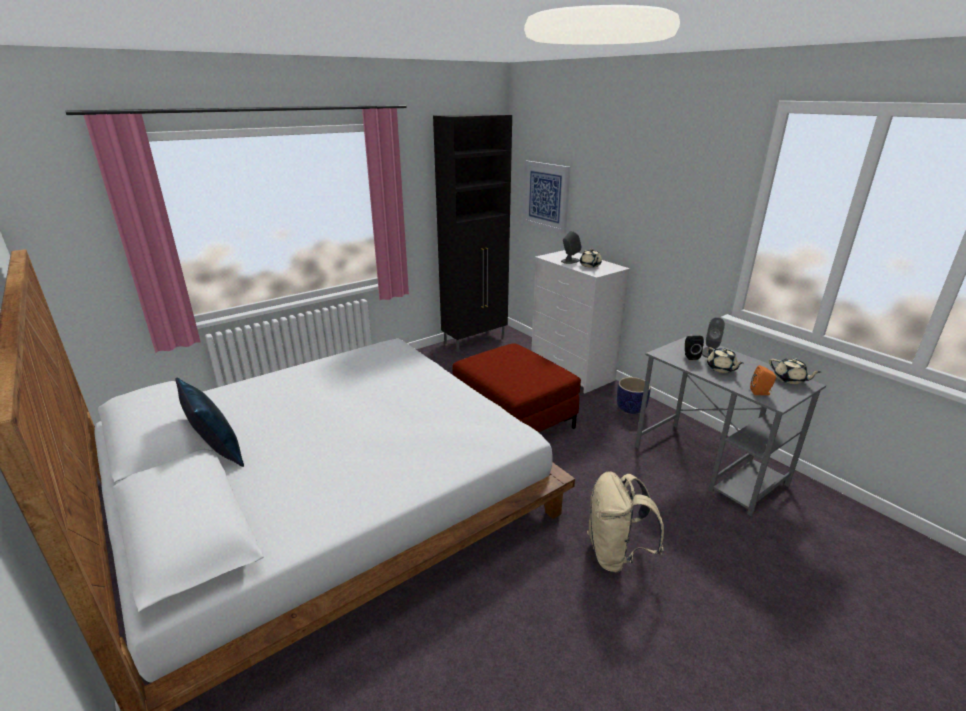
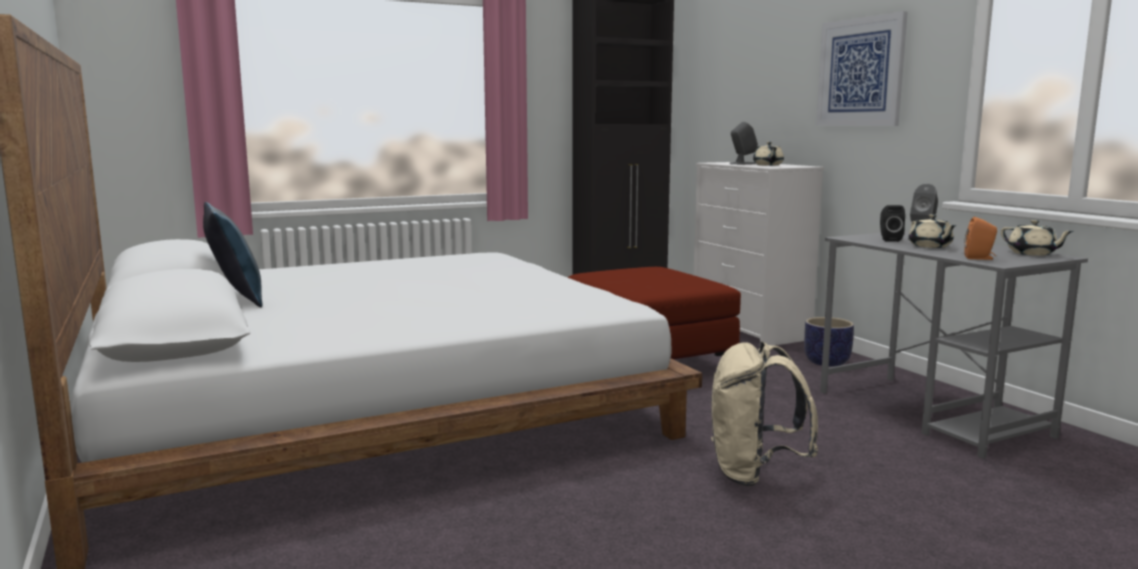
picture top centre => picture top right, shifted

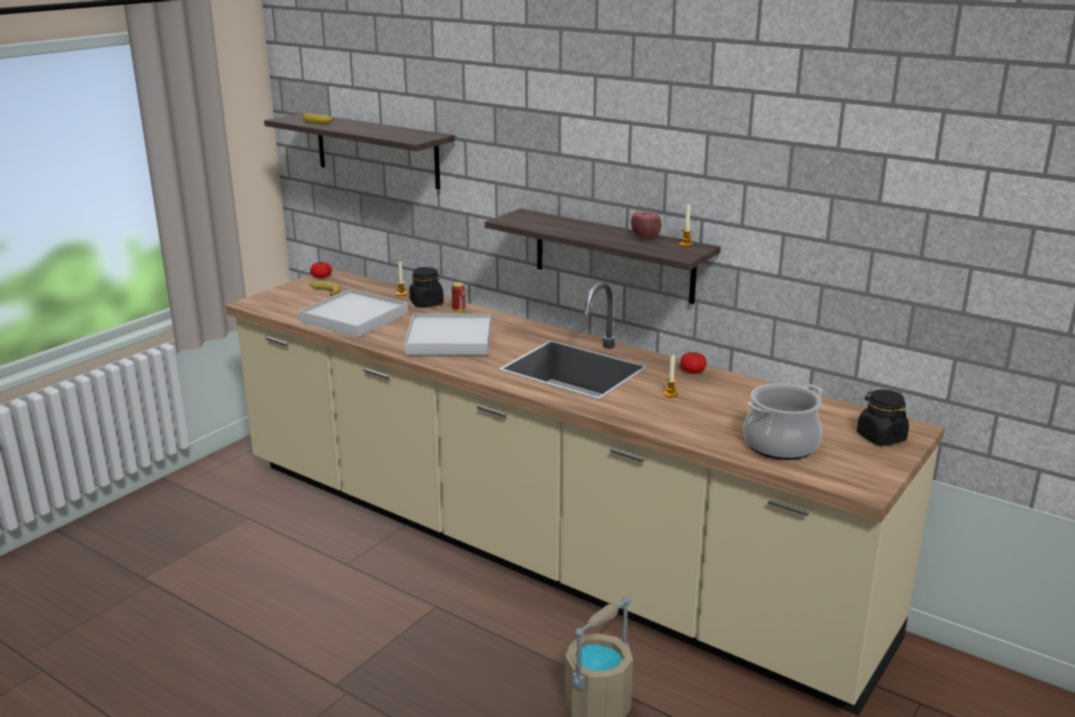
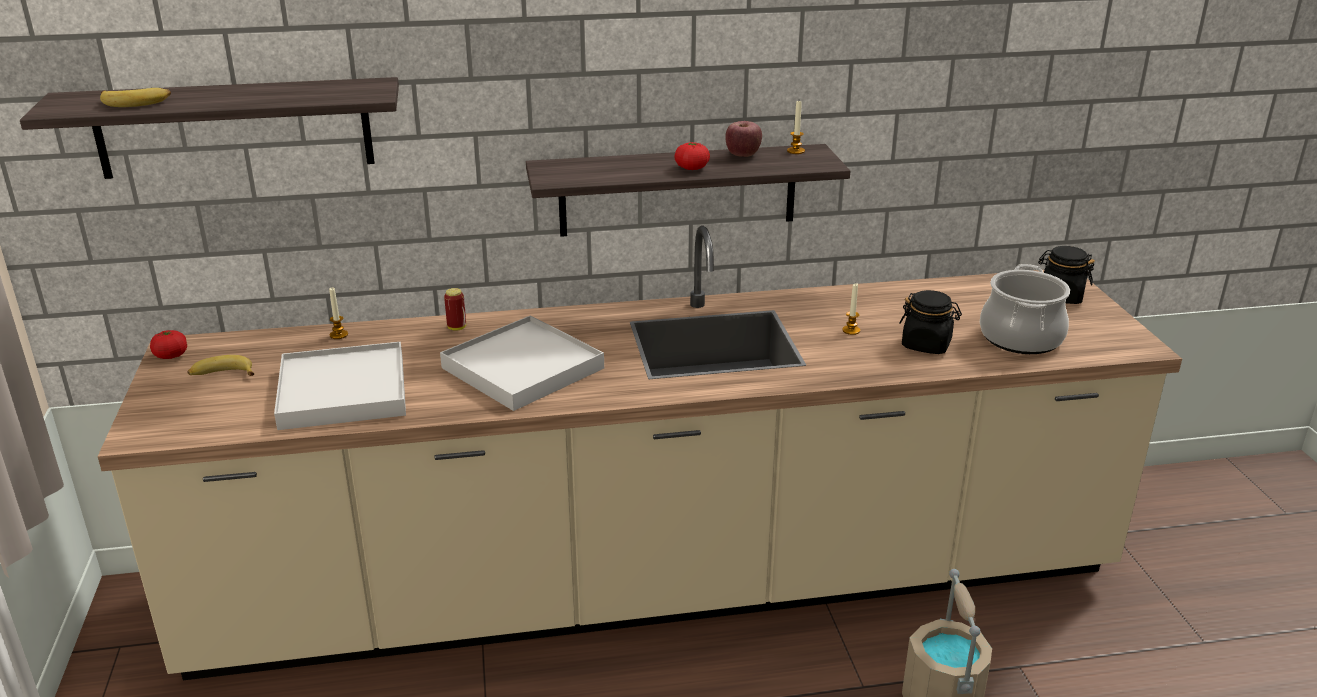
jar (black) (no. 1 from left) centre => jar (black) (no. 1 from left) middle right, shifted
tomato (no. 2 from left) centre => tomato (no. 2 from left) top centre, shifted

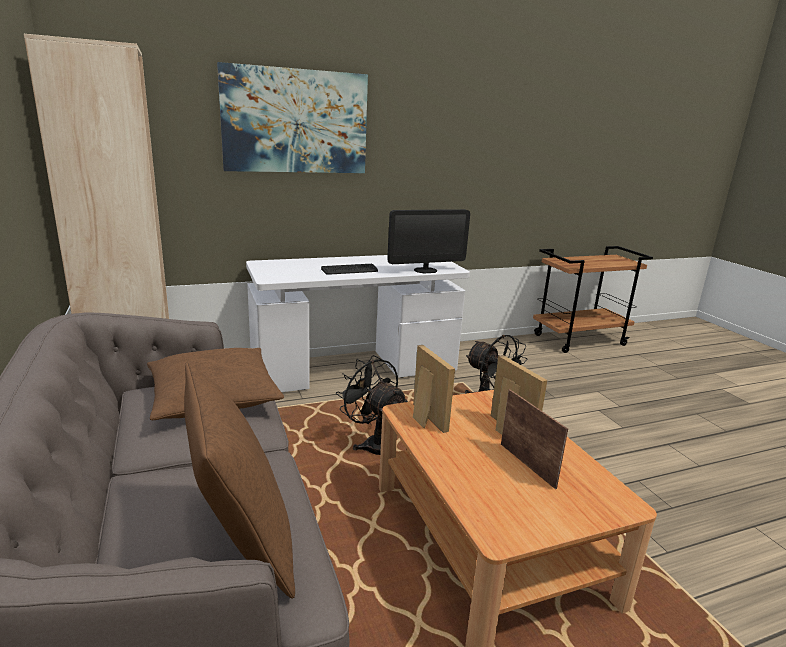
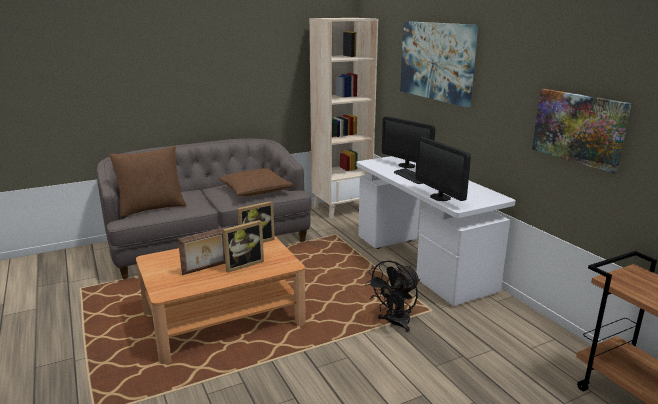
fan (black) (no. 1 from left) centre => nothing
nothing => picture (no. 2 from left) top right
nothing => monitor (no. 1 from left) centre

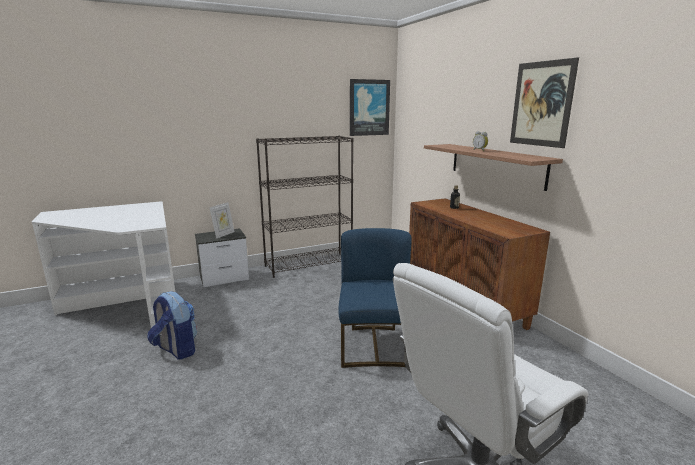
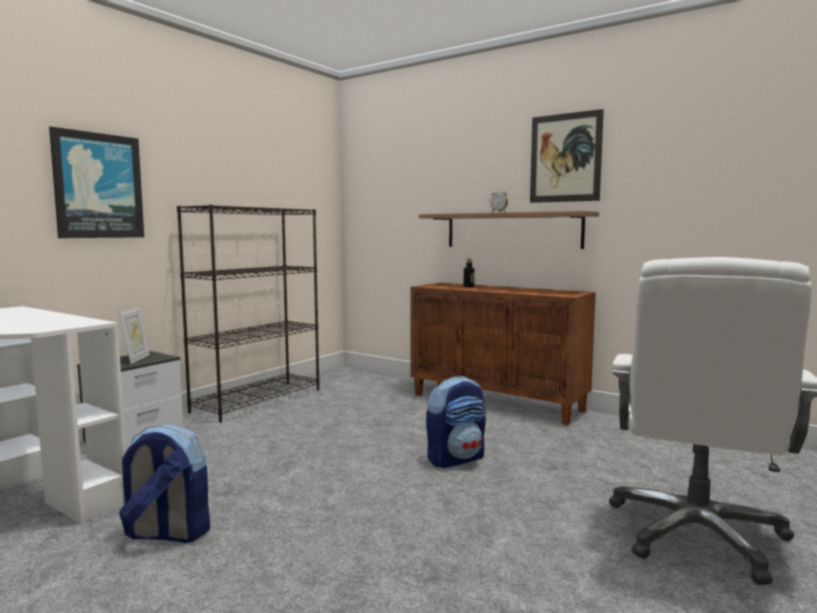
picture (no. 1 from left) top centre => picture (no. 1 from left) top left, shifted
chair (blue) centre => backpack (no. 2 from left) bottom centre

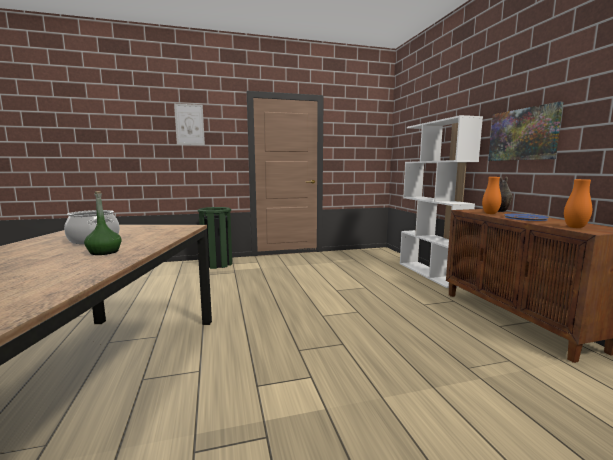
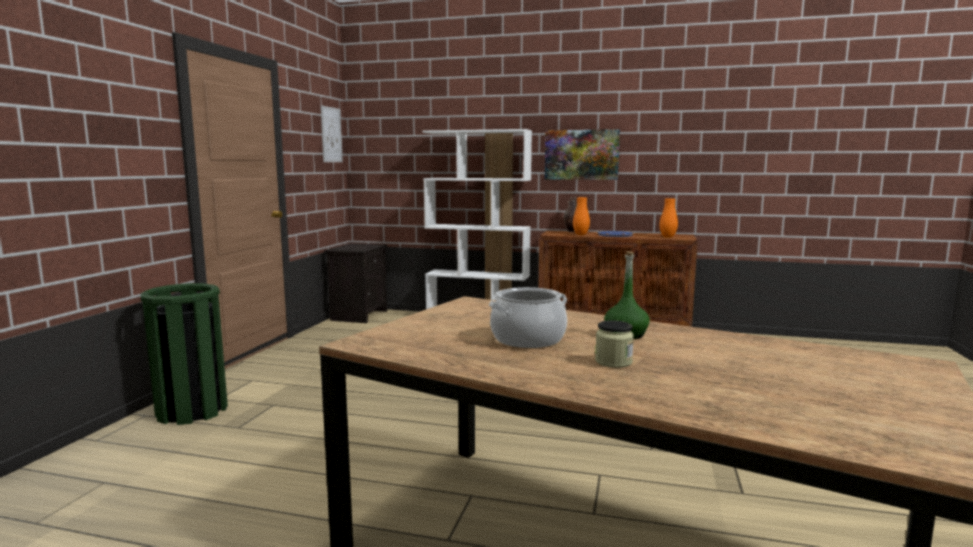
picture (no. 1 from left) top left => picture (no. 1 from left) top centre, shifted
nothing => nightstand (black) centre
nothing => jar centre

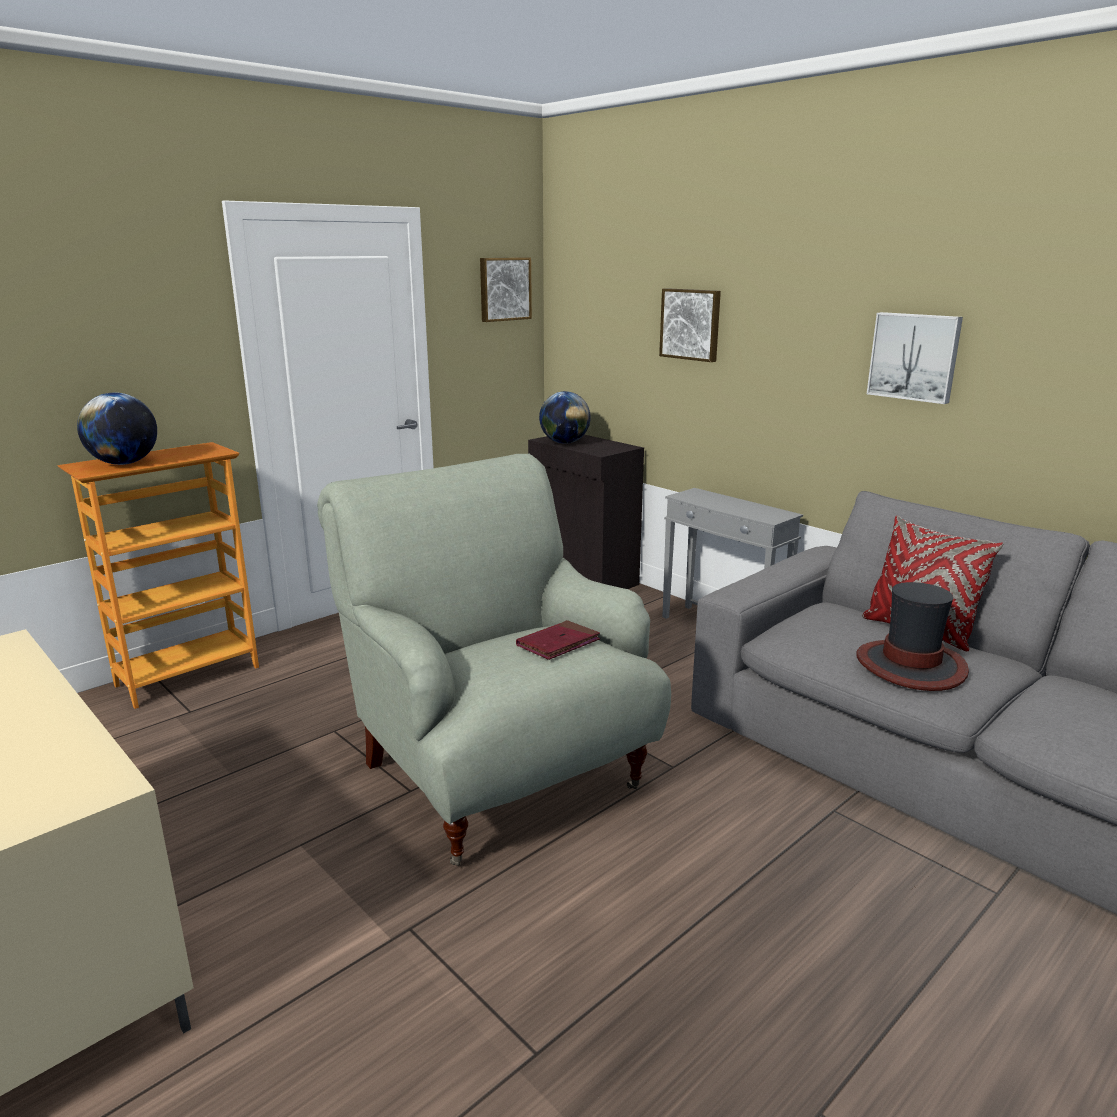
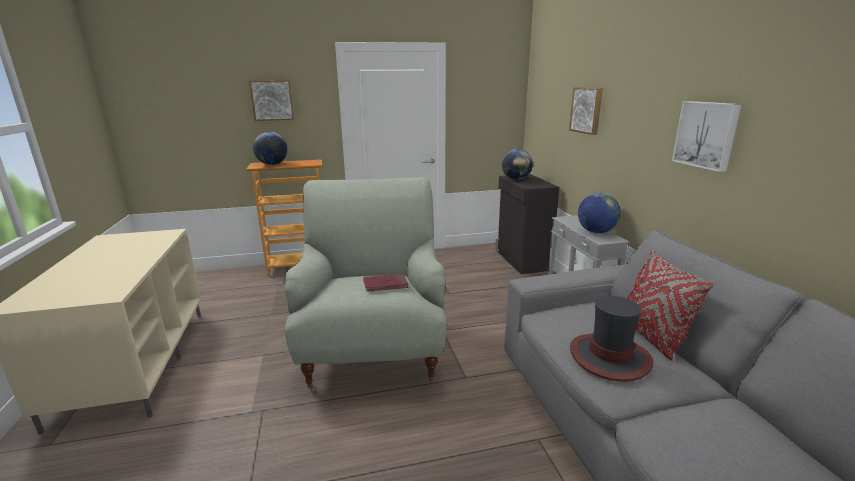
picture (no. 1 from left) top centre => picture (no. 1 from left) top left, shifted
nothing => globe (no. 3 from left) middle right

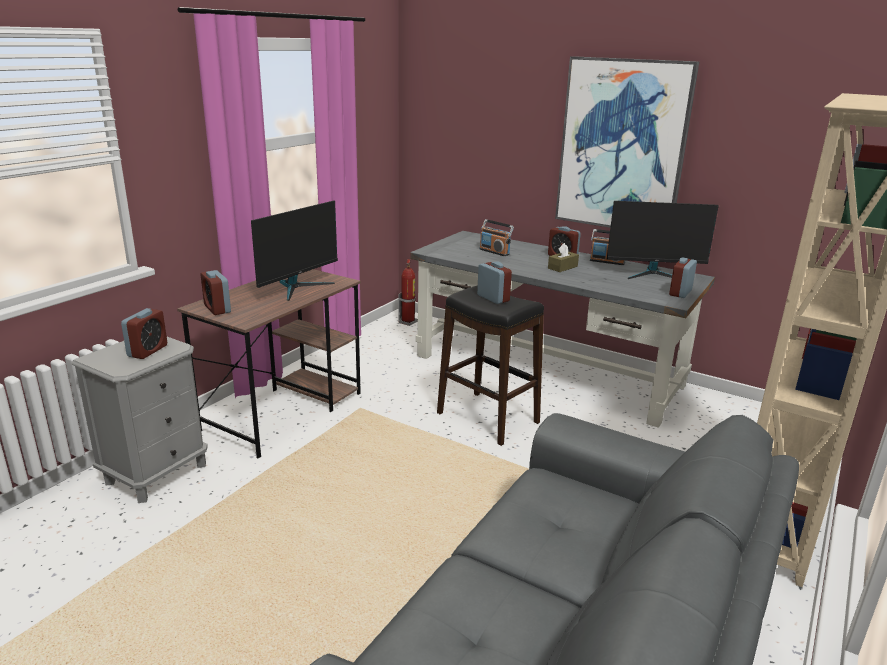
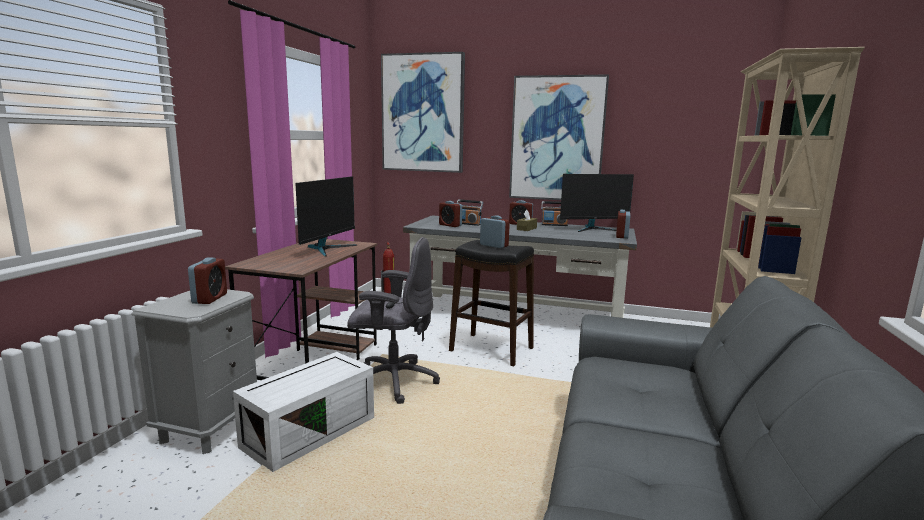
alarm clock (no. 2 from left) middle left => alarm clock (no. 2 from left) centre, shifted
nothing => picture (no. 1 from left) top centre
nothing => office chair (grey) centre
nothing => storage box (white) bottom left

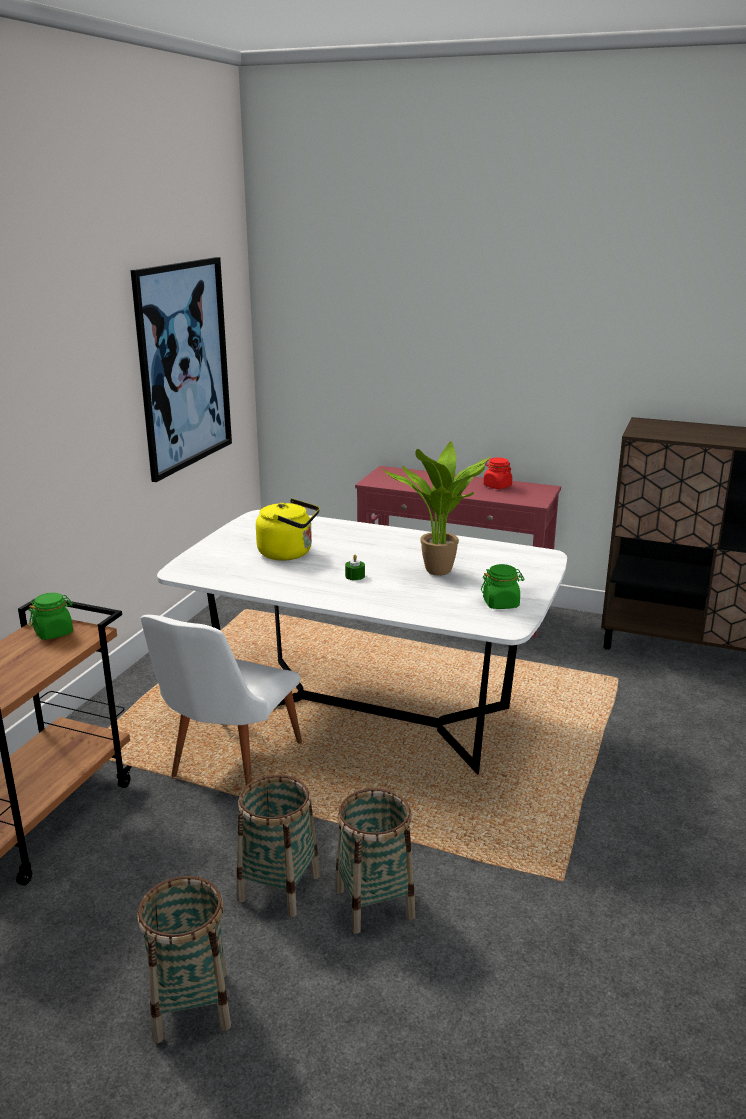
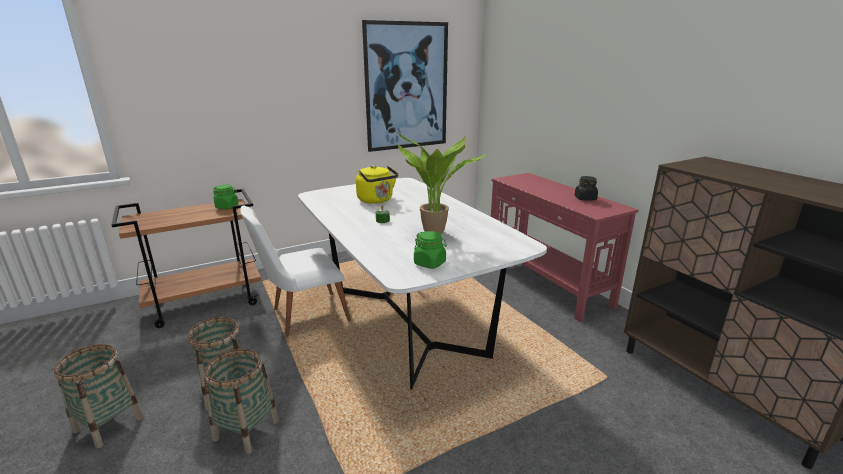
jar (red) centre => jar (black) middle right

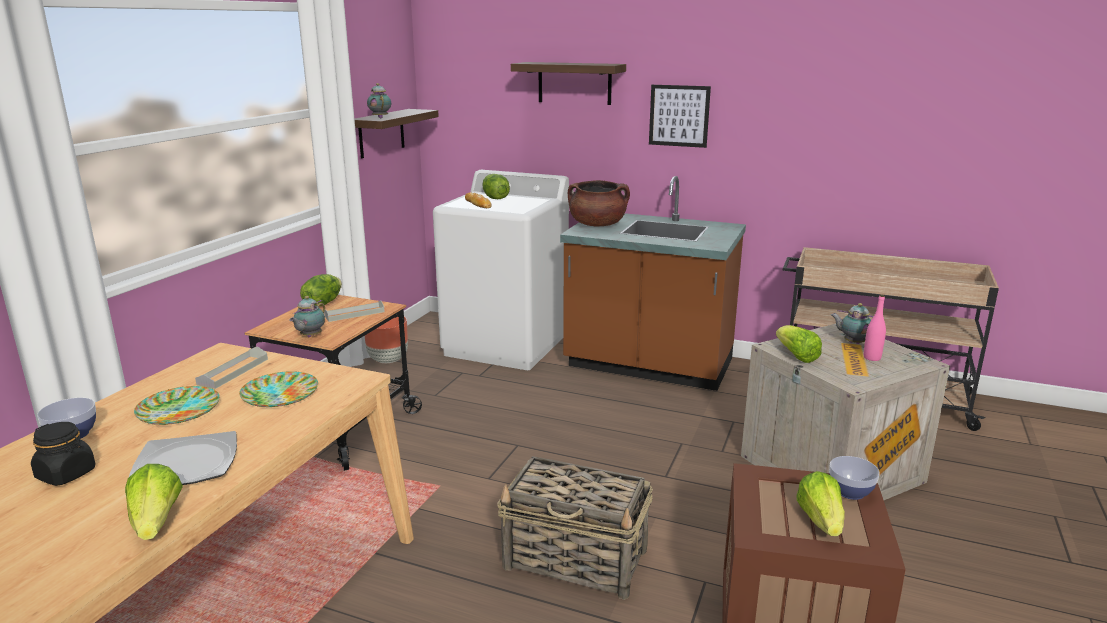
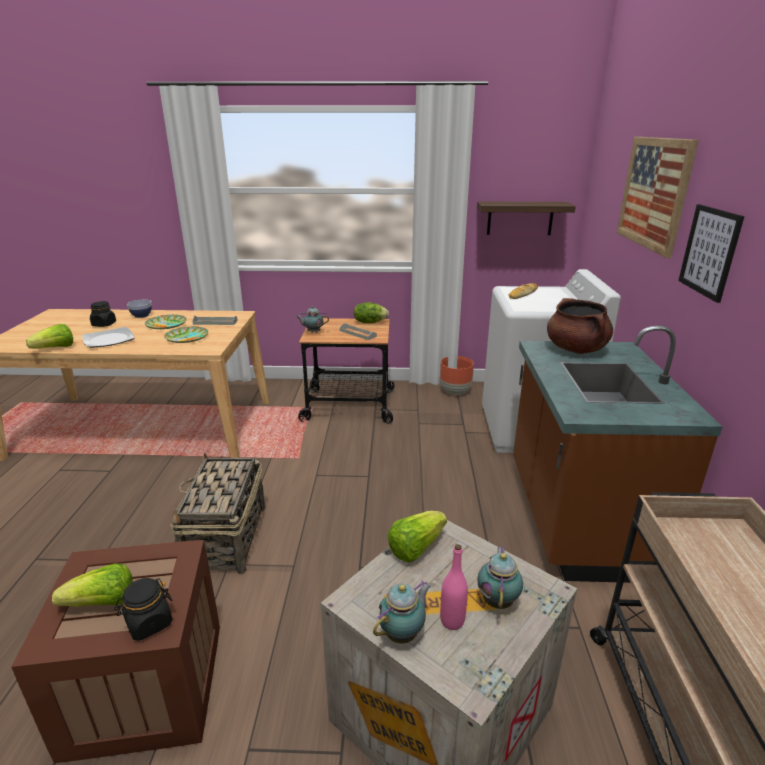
shelf (no. 2 from left) top centre => picture (no. 1 from left) top right
teapot (no. 2 from left) top centre => teapot (no. 2 from left) bottom centre, shifted
lettuce (no. 3 from left) top centre => nothing
bowl (no. 2 from left) bottom right => jar (black) (no. 2 from left) bottom left

